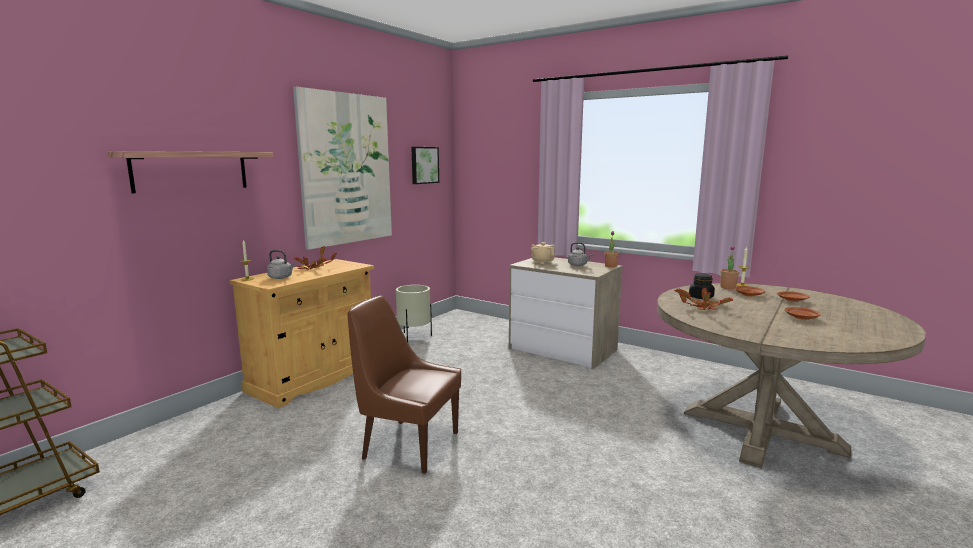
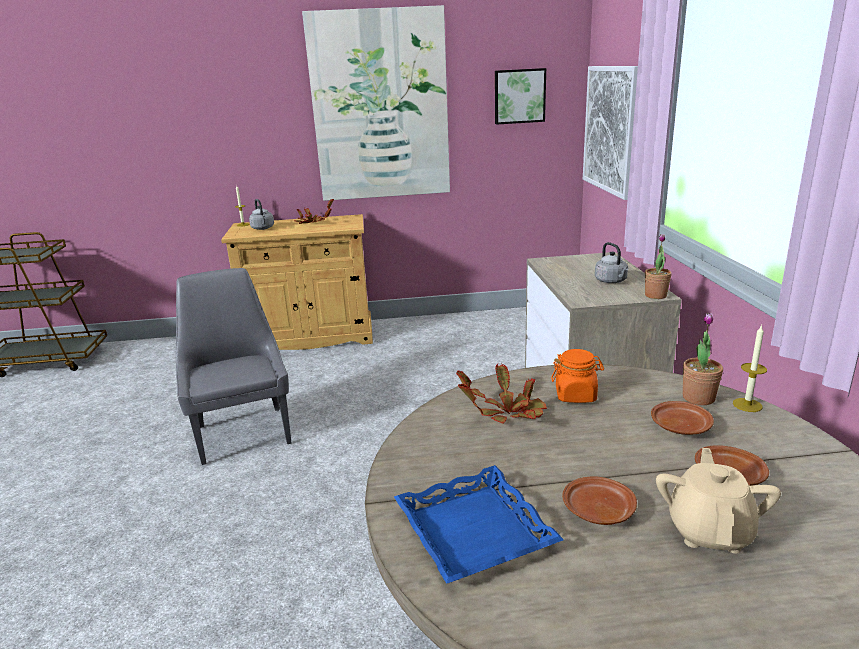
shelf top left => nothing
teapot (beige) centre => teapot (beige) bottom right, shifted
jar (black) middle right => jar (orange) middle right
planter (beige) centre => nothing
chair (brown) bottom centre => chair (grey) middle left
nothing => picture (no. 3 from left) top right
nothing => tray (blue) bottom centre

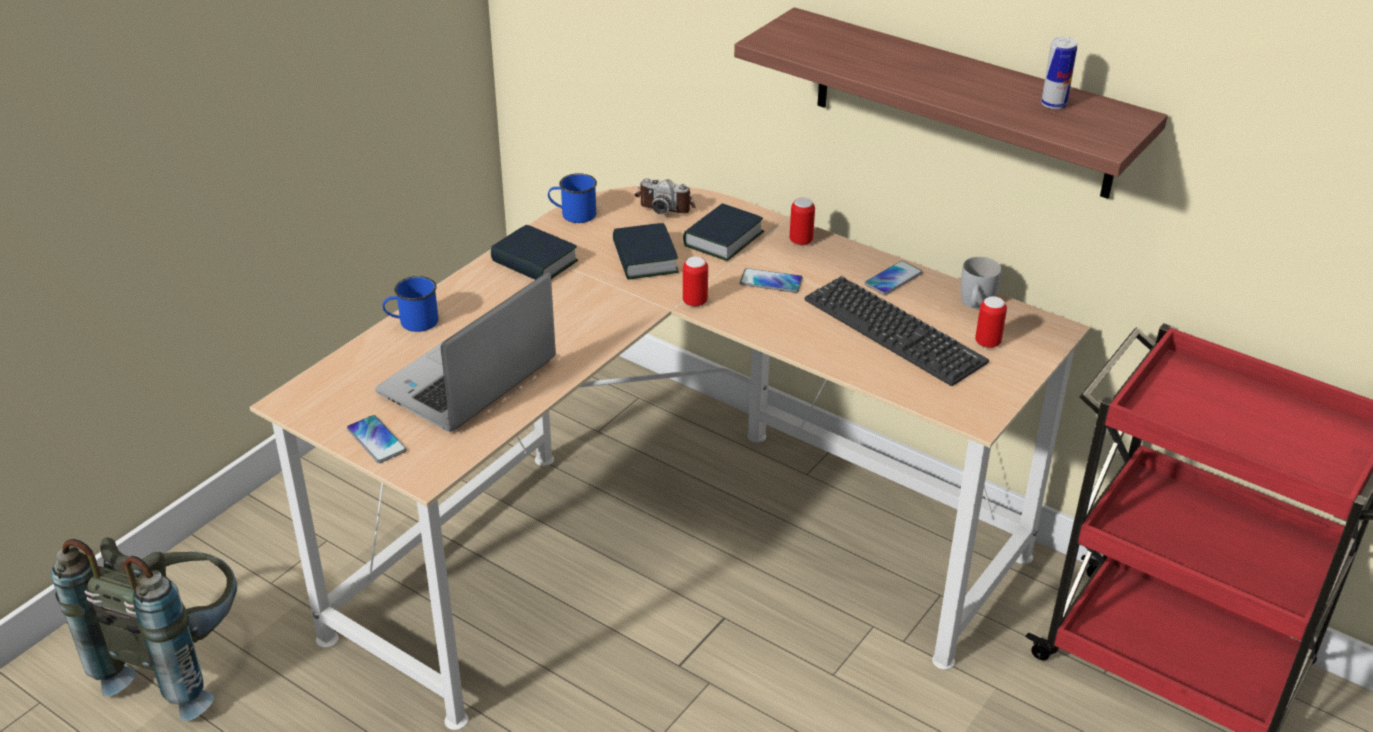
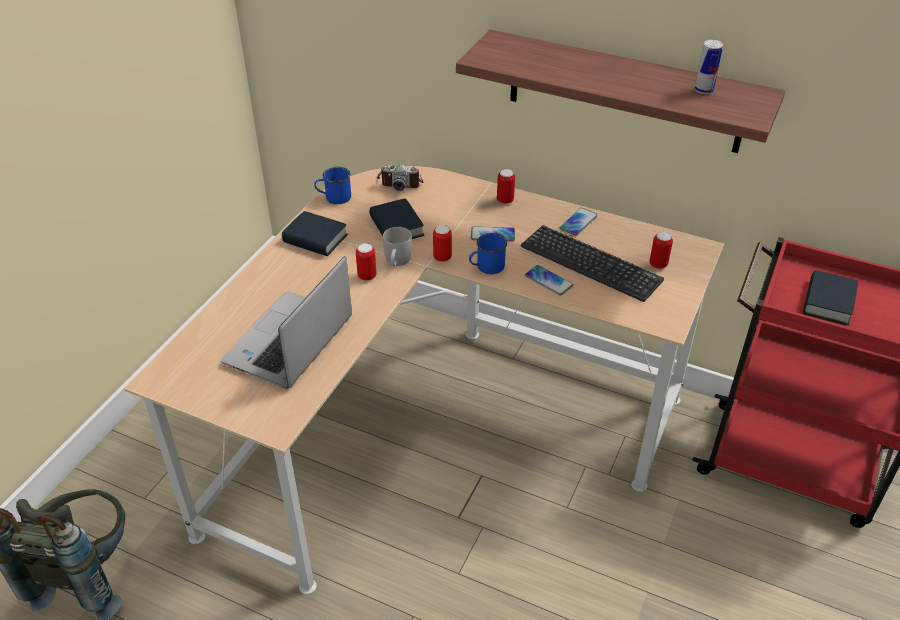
book (no. 3 from left) top centre => book (no. 3 from left) middle right, shifted
mug (white) middle right => mug (white) centre, shifted
mug (blue) (no. 1 from left in the first image) middle left => mug (blue) (no. 2 from left) centre, shifted
phone (no. 1 from left in the first image) middle left => phone (no. 2 from left) centre, shifted
nothing => can (no. 1 from left) centre

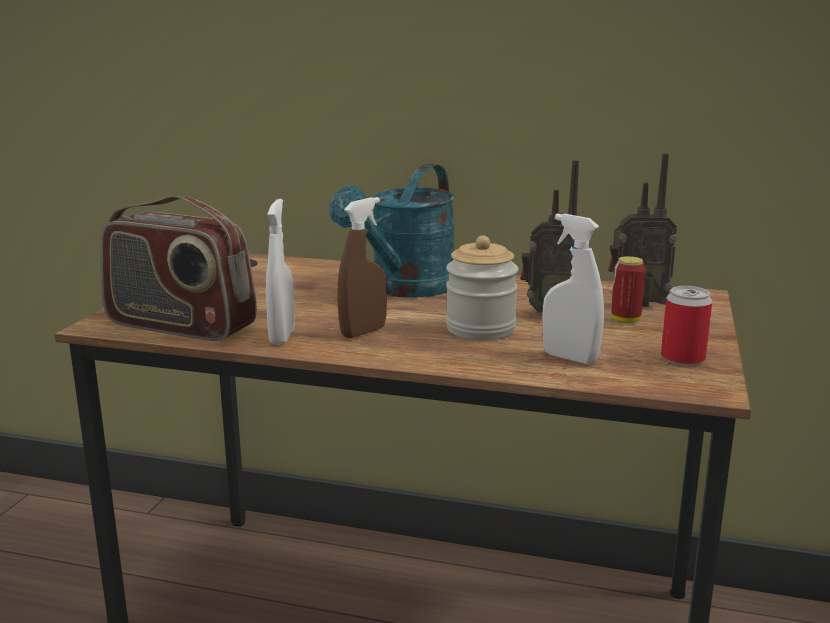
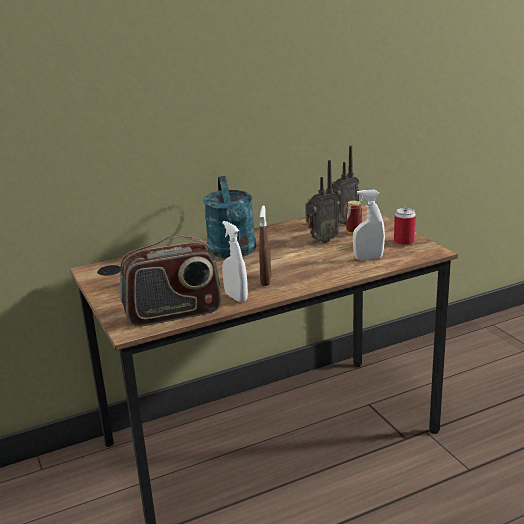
jar centre => nothing

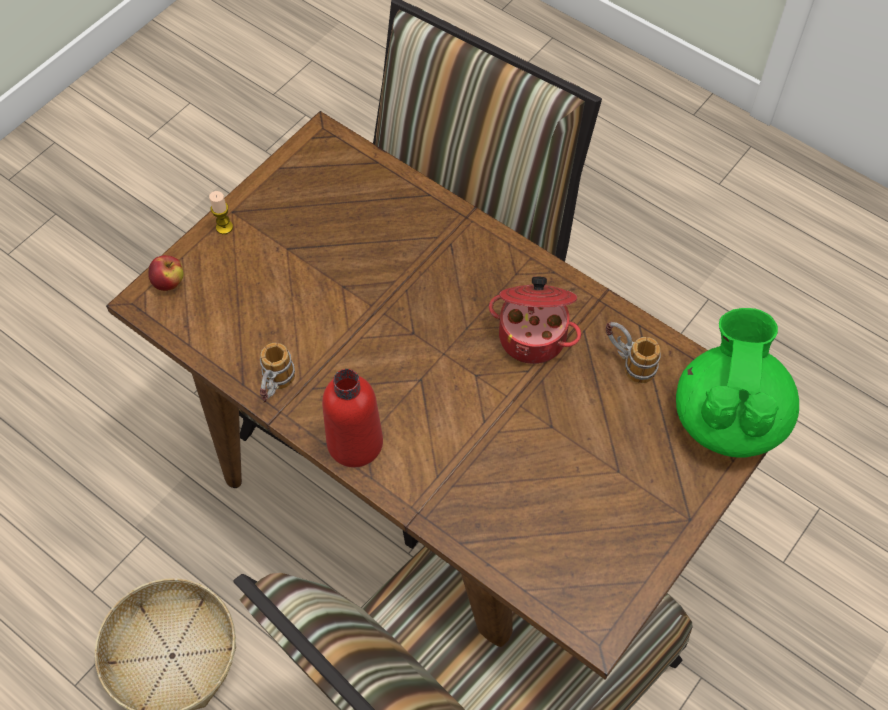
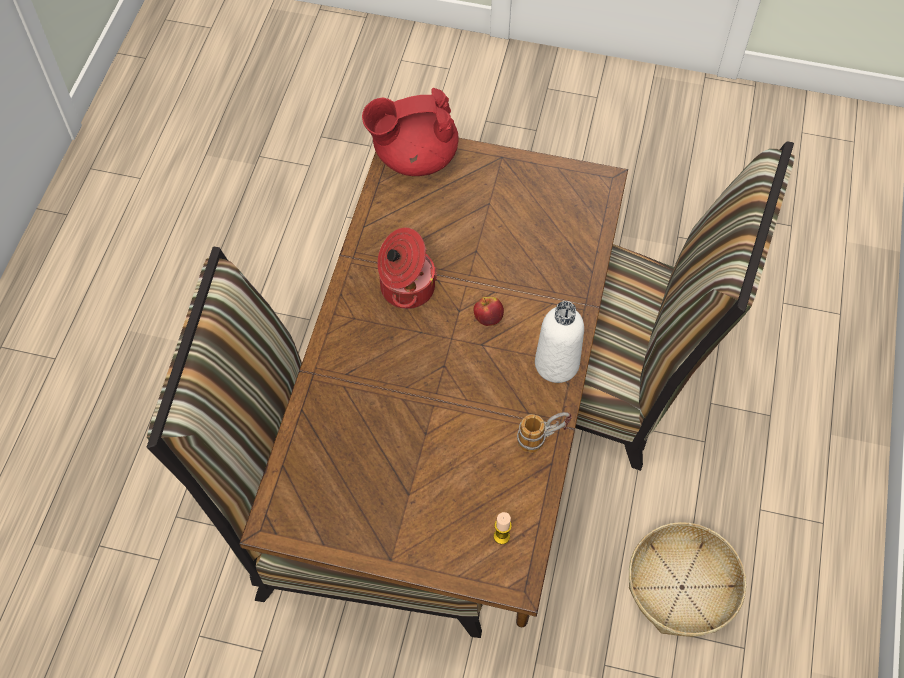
candle top left => candle bottom centre, shifted
apple middle left => apple centre, shifted
teapot (green) middle right => teapot (red) top centre
mug (no. 2 from left) middle right => nothing
bottle (red) centre => bottle (white) centre

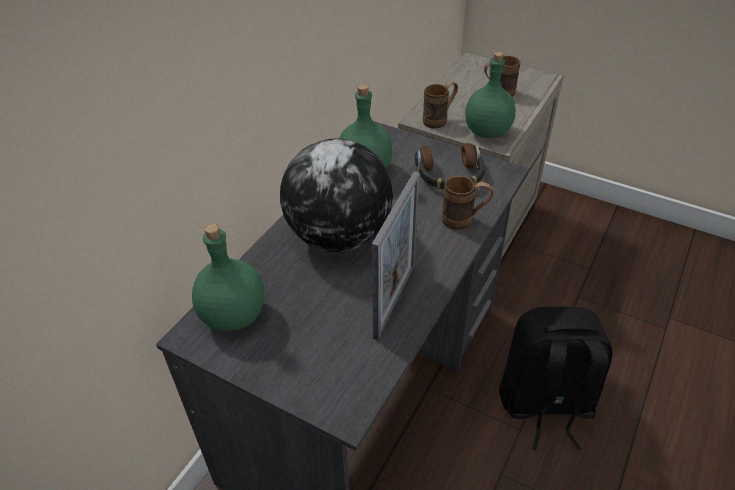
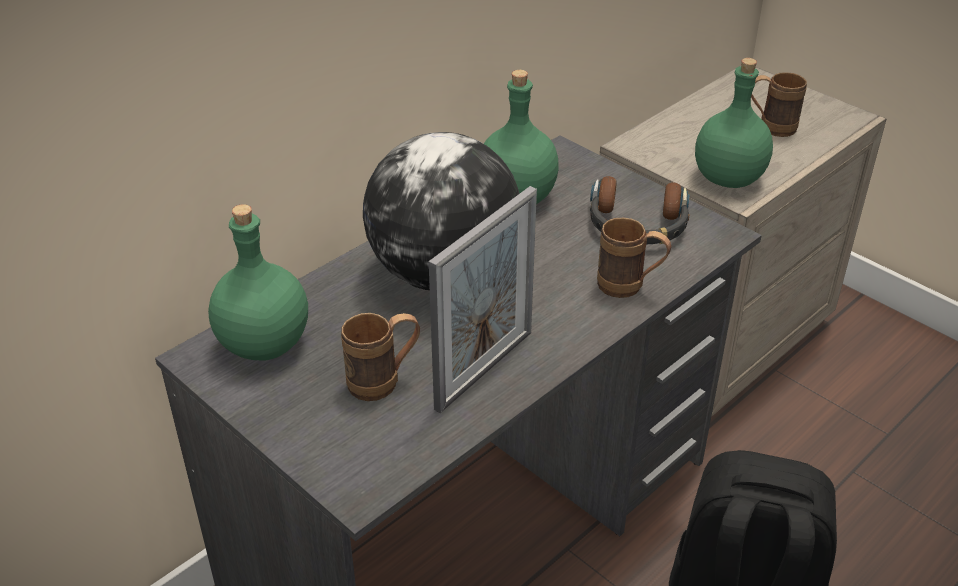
mug (brown) (no. 1 from left) top centre => mug (brown) (no. 1 from left) centre, shifted

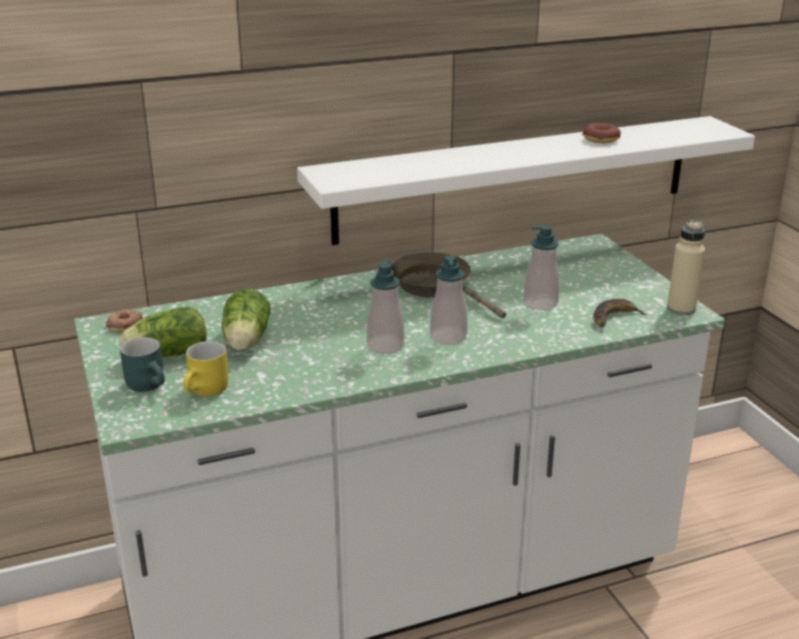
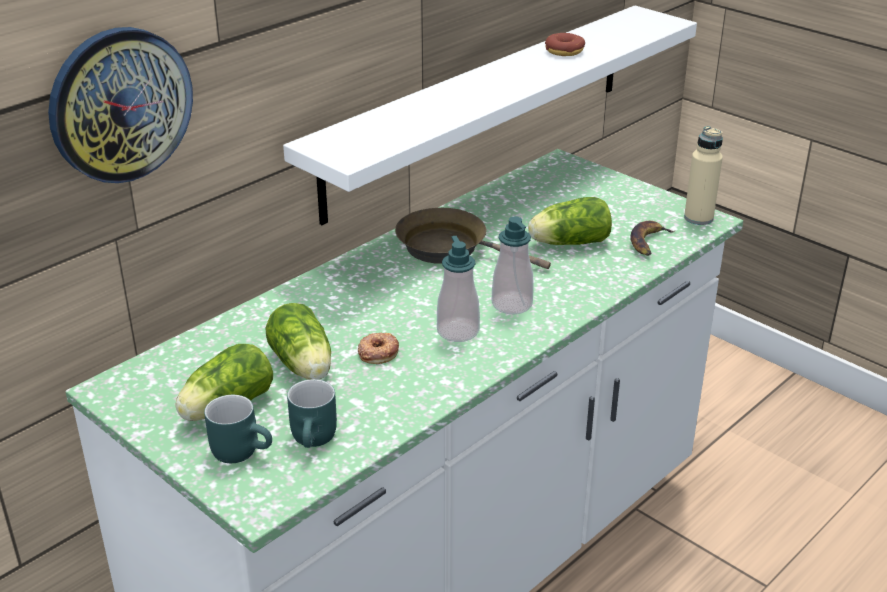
soap dispenser (no. 3 from left) middle right => lettuce (no. 3 from left) centre
donut (no. 1 from left) middle left => donut (no. 1 from left) centre, shifted
mug (yellow) middle left => mug (turquoise) (no. 2 from left) bottom centre
nothing => wall clock top left

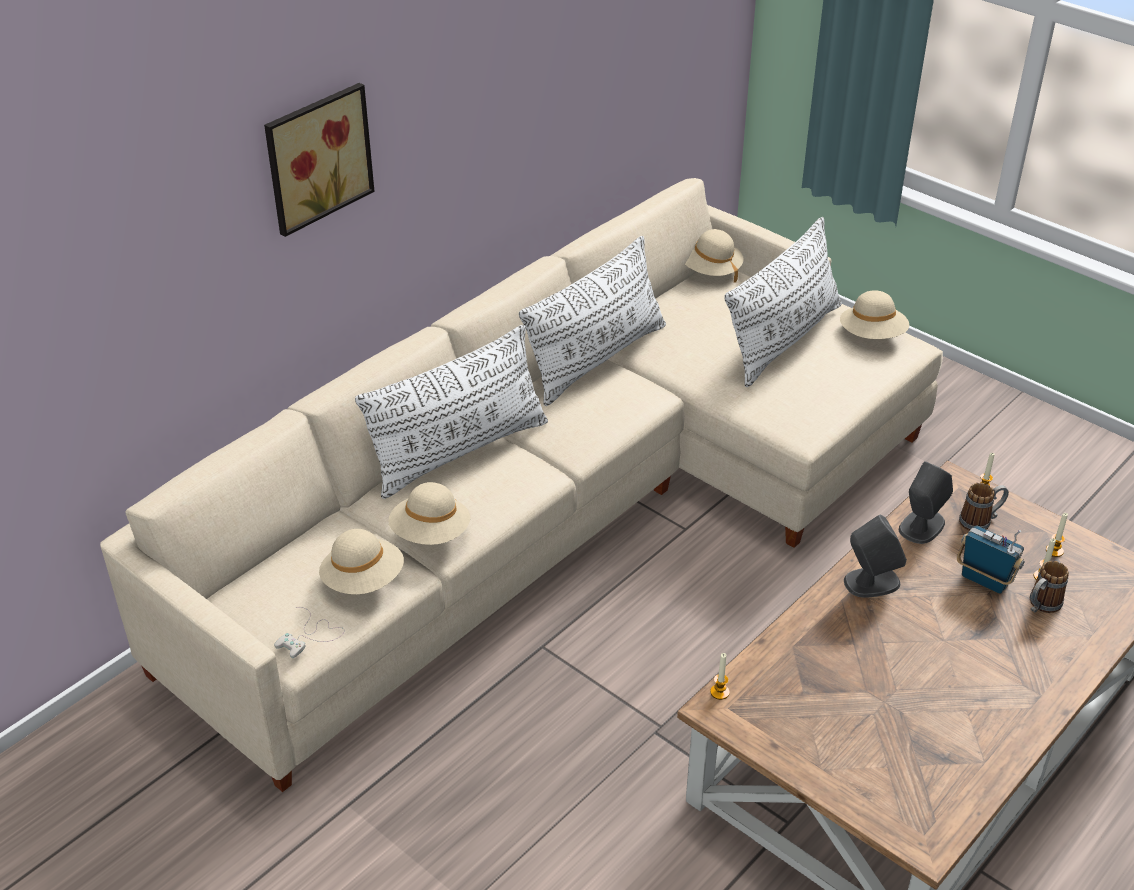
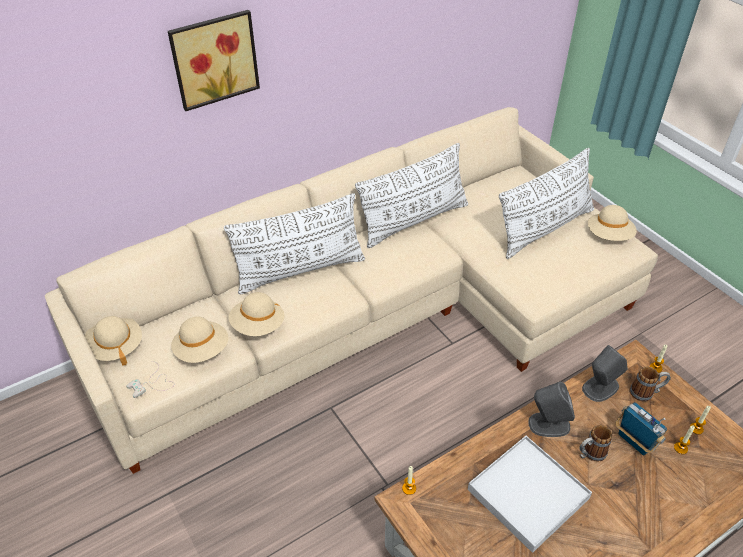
hat (beige) (no. 3 from left in the first image) top centre => hat (beige) (no. 1 from left) middle left, shifted
mug (no. 2 from left in the first image) middle right => mug (no. 1 from left) bottom right, shifted
nothing => tray (white) bottom right

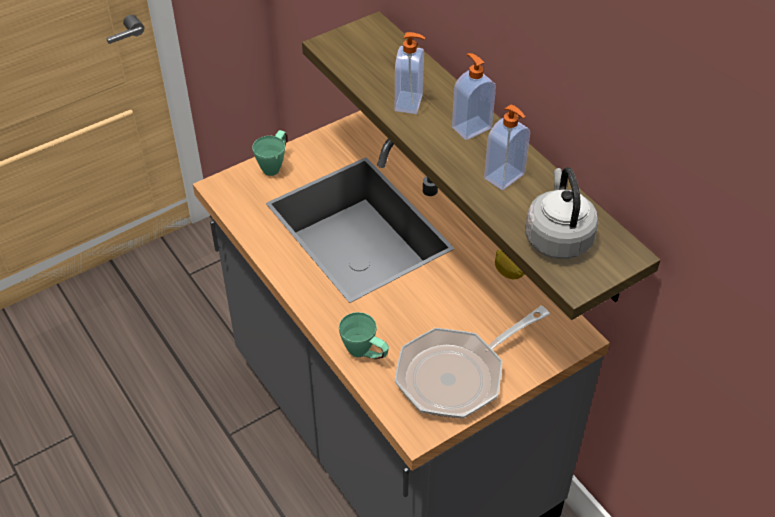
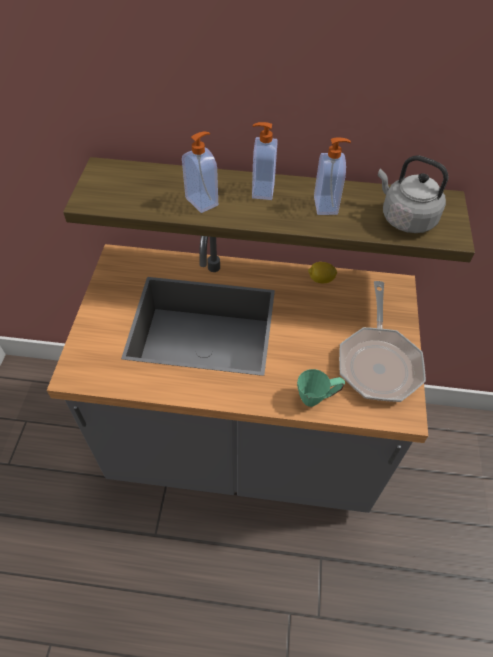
mug (green) (no. 1 from left) top centre => nothing

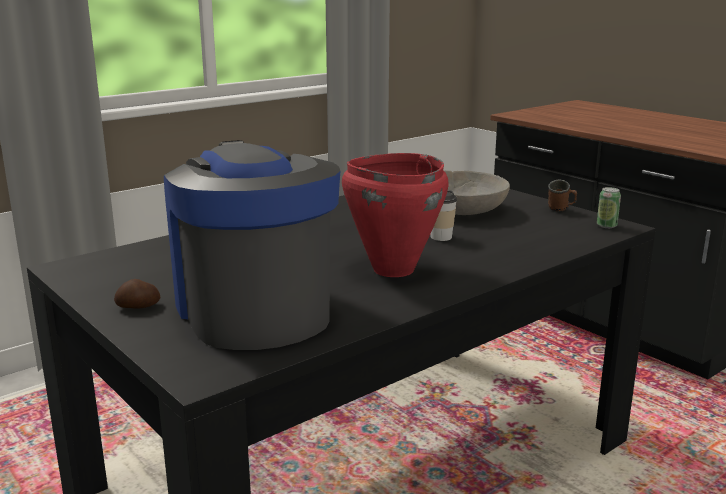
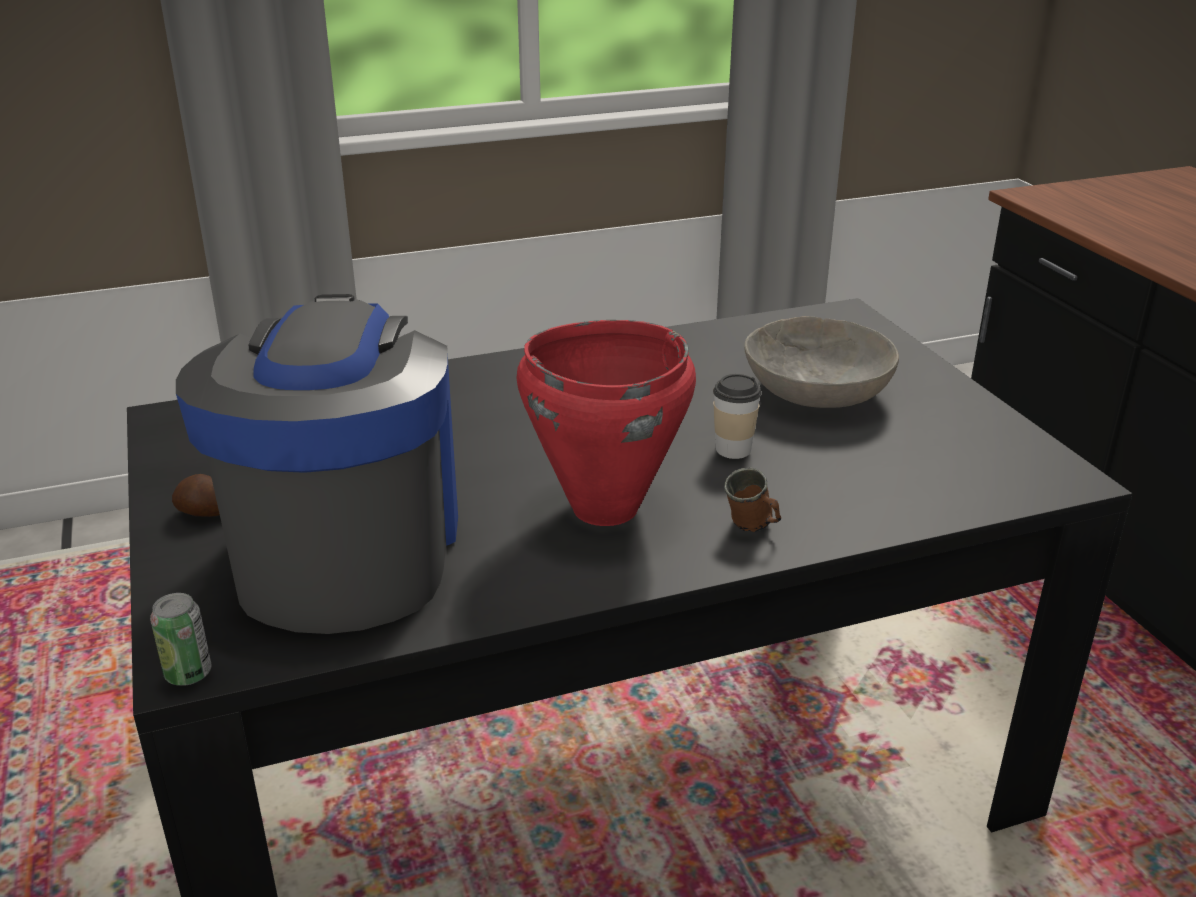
mug (brown) middle right => mug (brown) centre, shifted
can middle right => can bottom left, shifted

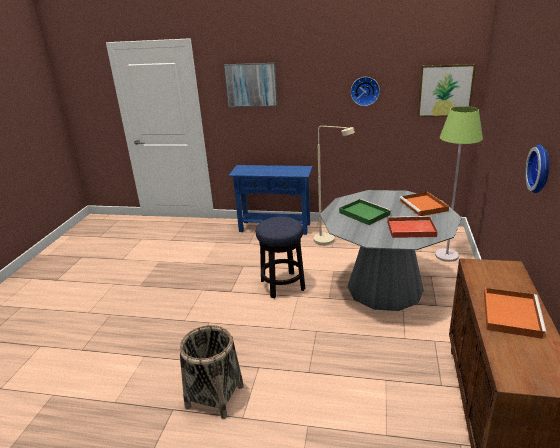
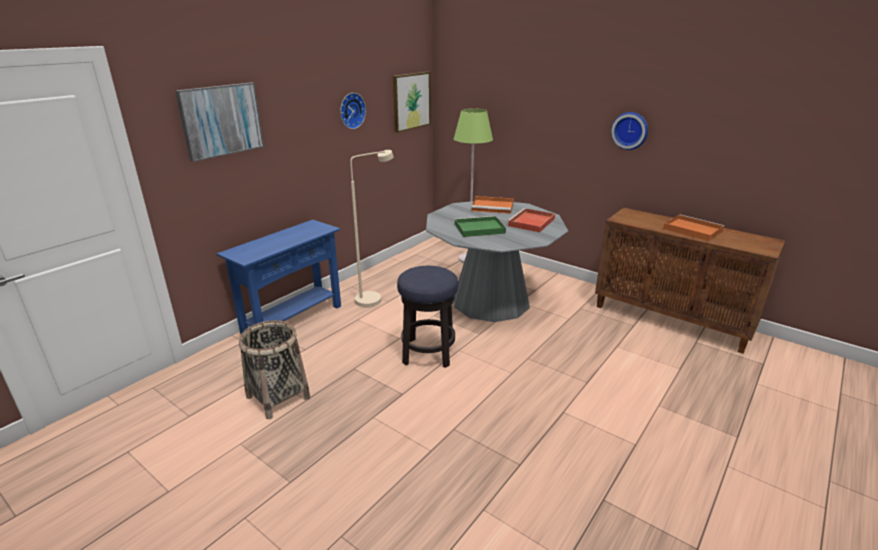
basket bottom centre => basket bottom left, shifted

